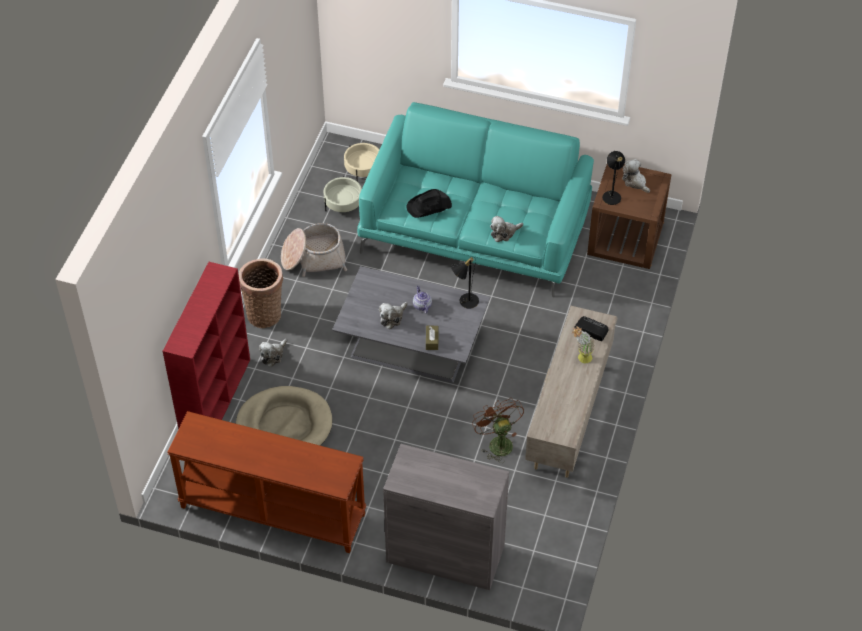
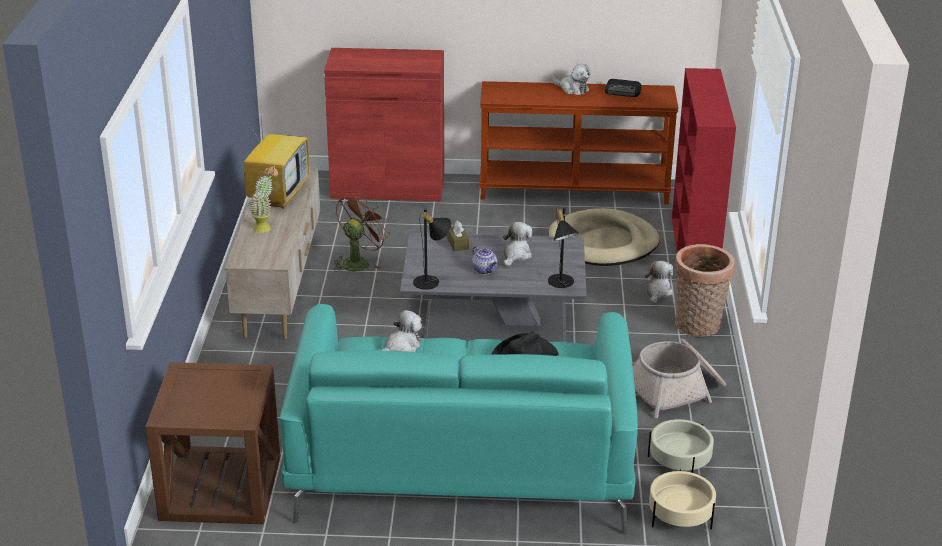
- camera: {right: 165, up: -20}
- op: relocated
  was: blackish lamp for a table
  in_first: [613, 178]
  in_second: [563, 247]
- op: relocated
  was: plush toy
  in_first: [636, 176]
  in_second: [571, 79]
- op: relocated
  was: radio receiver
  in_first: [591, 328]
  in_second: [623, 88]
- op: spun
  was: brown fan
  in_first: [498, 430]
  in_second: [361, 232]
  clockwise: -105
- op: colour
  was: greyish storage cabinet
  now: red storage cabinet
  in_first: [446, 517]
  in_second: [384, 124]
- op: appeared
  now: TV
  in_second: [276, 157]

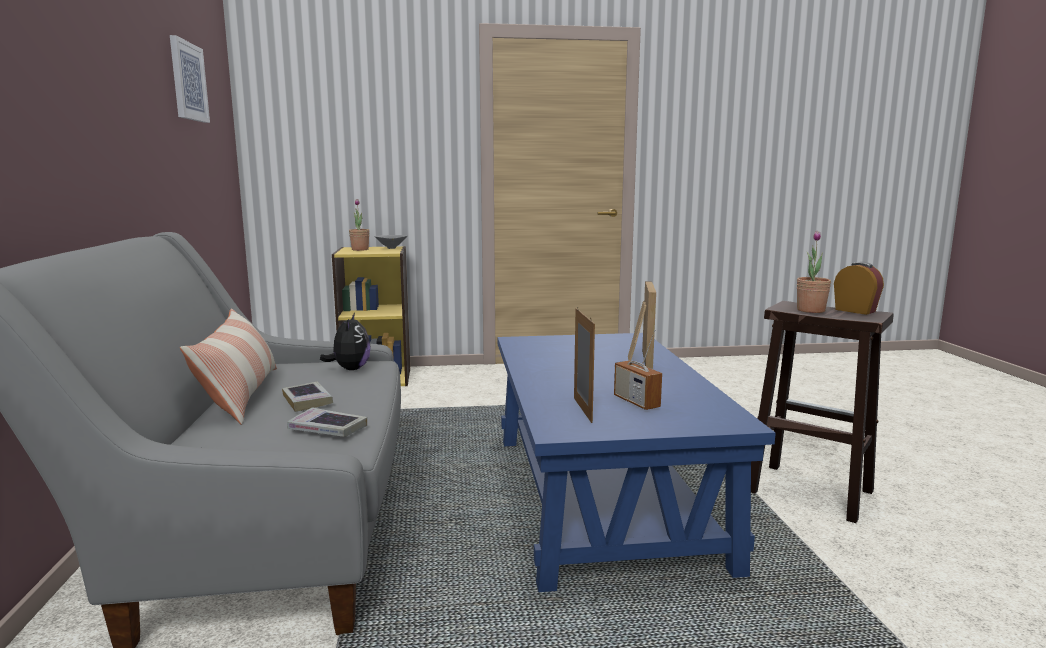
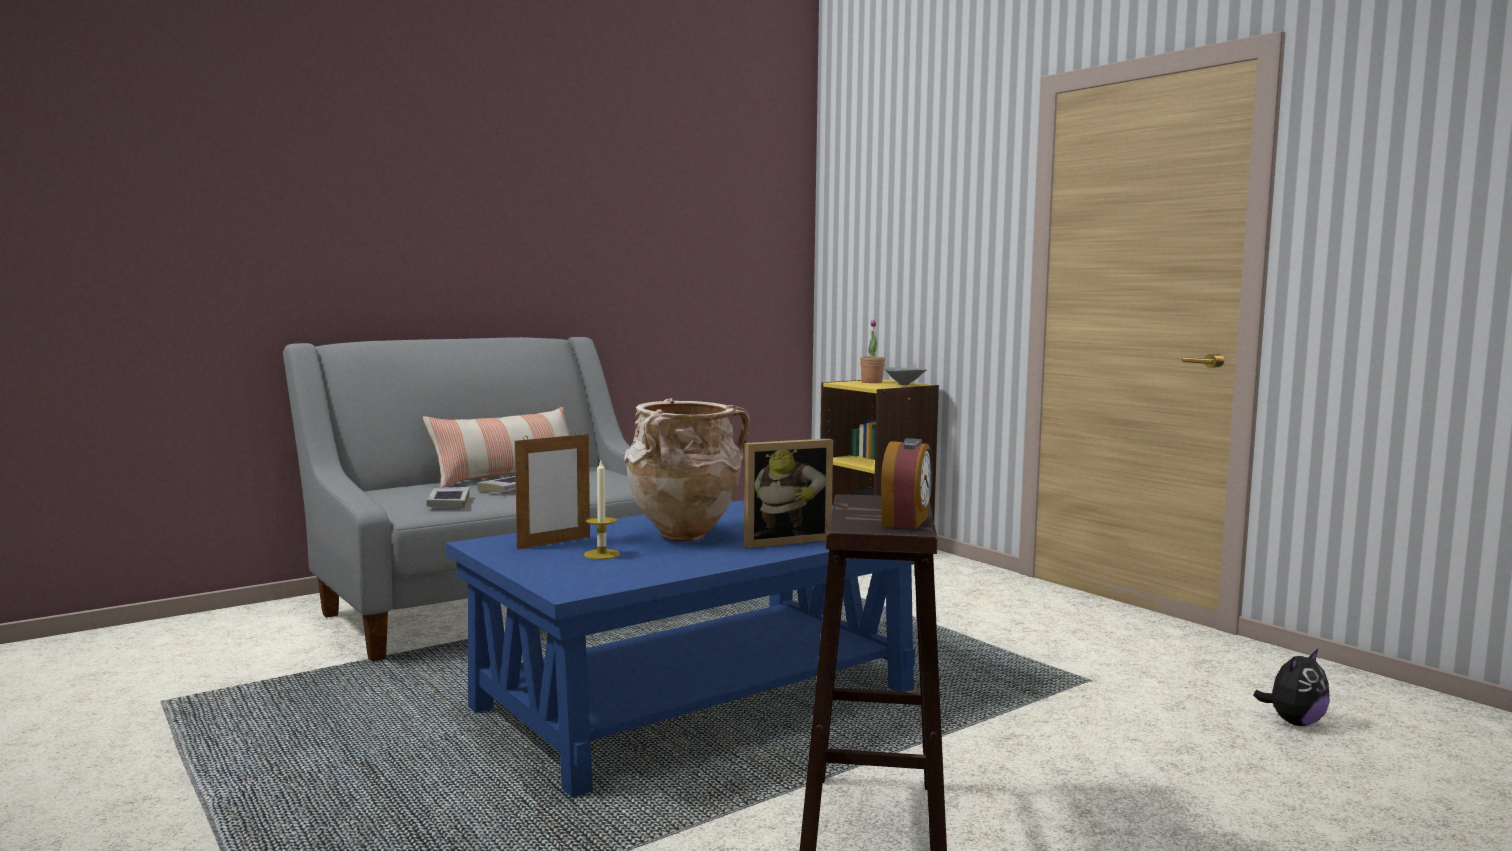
- camera: {right: 60, up: -5}
- op: missing
  was: wall picture
  in_first: [190, 79]
- op: missing
  was: houseplant
  in_first: [814, 272]
- op: relocated
  was: plush toy
  in_first: [345, 341]
  in_second: [1291, 687]
- op: exchanged
  was: radio receiver
  now: wax light
  in_first: [638, 369]
  in_second: [602, 510]
- op: appeared
  now: sand-coloured vase
  in_second: [687, 469]

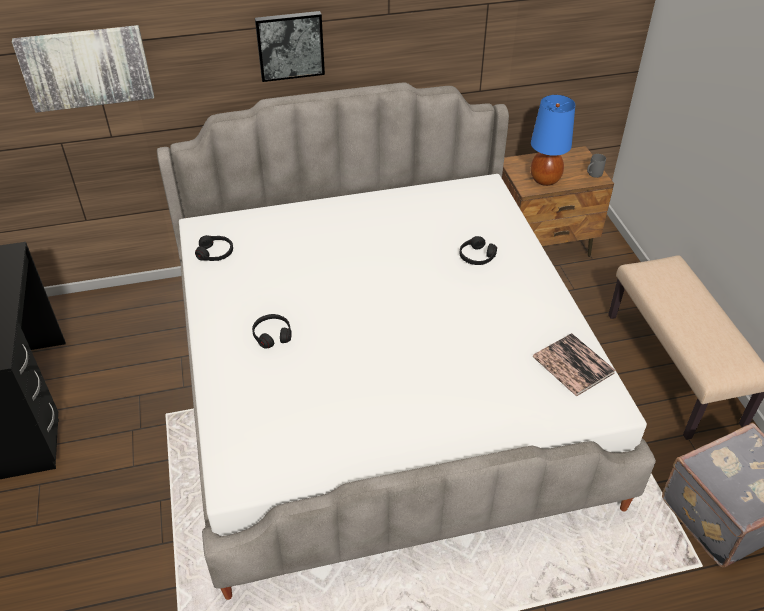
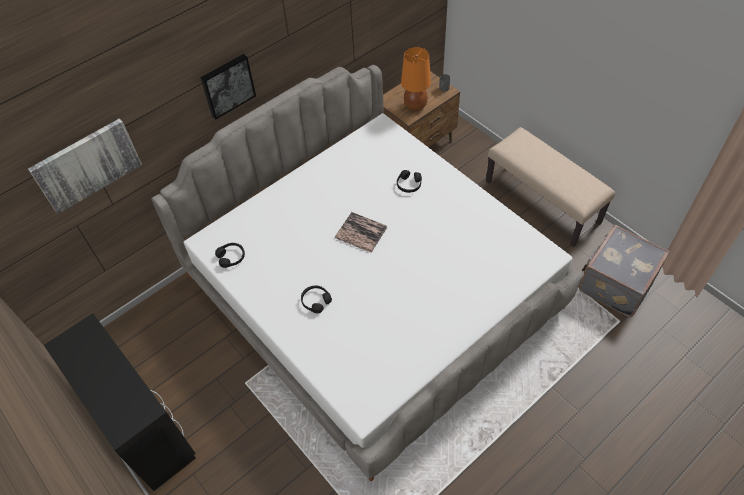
- camera: {right: -25, up: 10}
- op: colour
  was: bluish lamp for a table
  now: orange lamp for a table
  in_first: [553, 140]
  in_second: [416, 79]
- op: relocated
  was: bound book
  in_first: [574, 364]
  in_second: [361, 232]

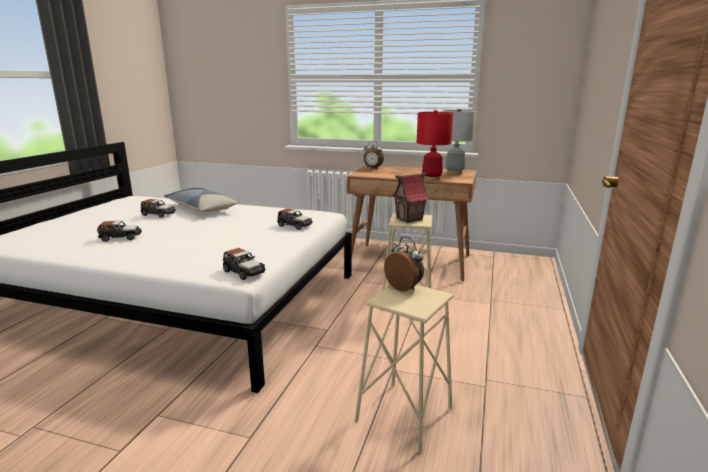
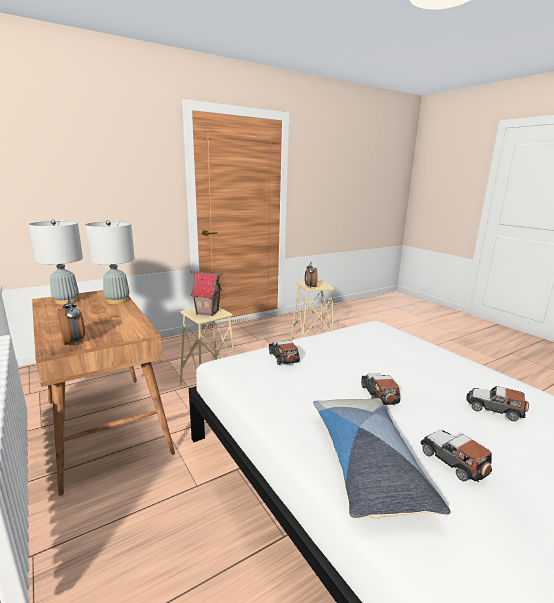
- camera: {right: -140, up: 0}
- op: colour
  was: red lamp for a table
  now: greyish lamp for a table
  in_first: [435, 145]
  in_second: [110, 262]
- op: relocated
  was: model car
  in_first: [244, 264]
  in_second: [380, 389]

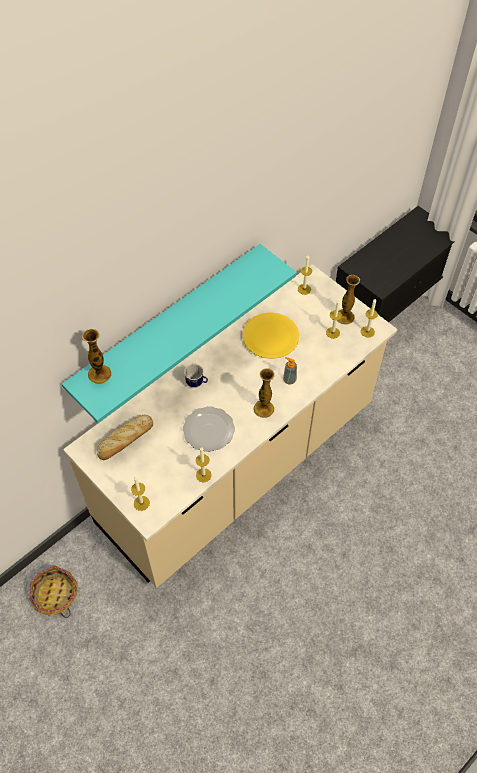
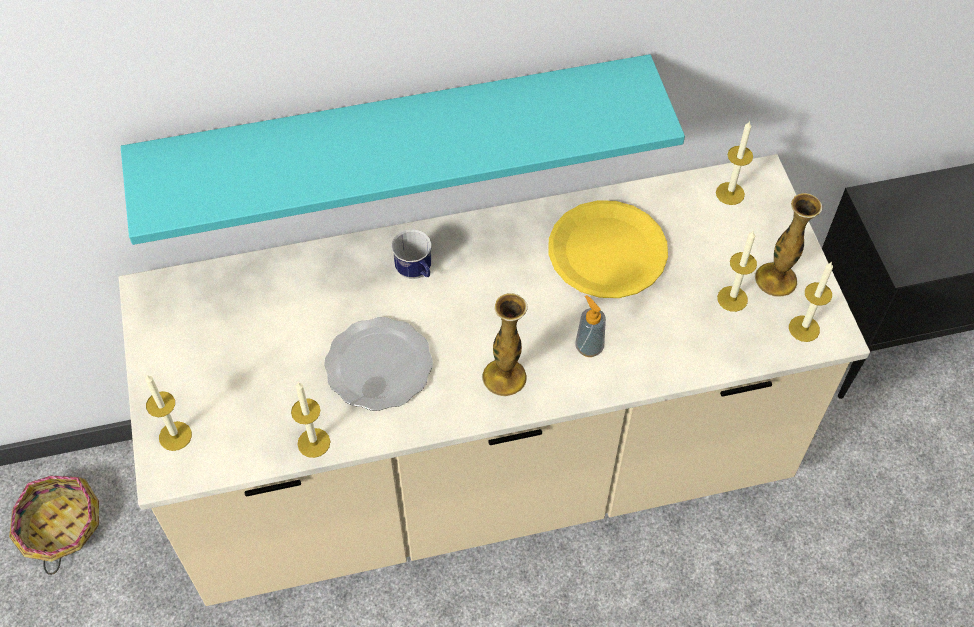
- camera: {right: 30, up: 0}
- op: missing
  was: vase
  in_first: [97, 356]
- op: missing
  was: baked bread
  in_first: [125, 437]

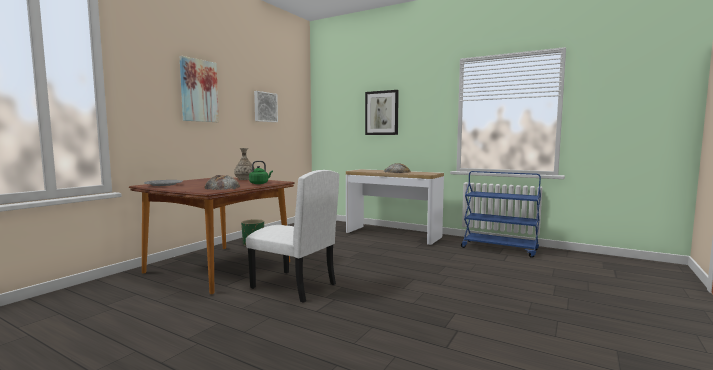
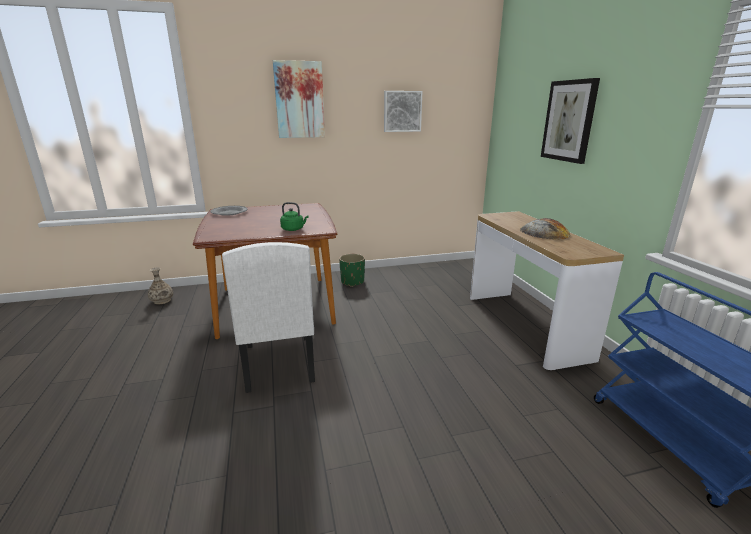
- camera: {right: 45, up: 15}
- op: relocated
  was: vase
  in_first: [244, 164]
  in_second: [160, 285]
- op: missing
  was: baked bread
  in_first: [222, 182]

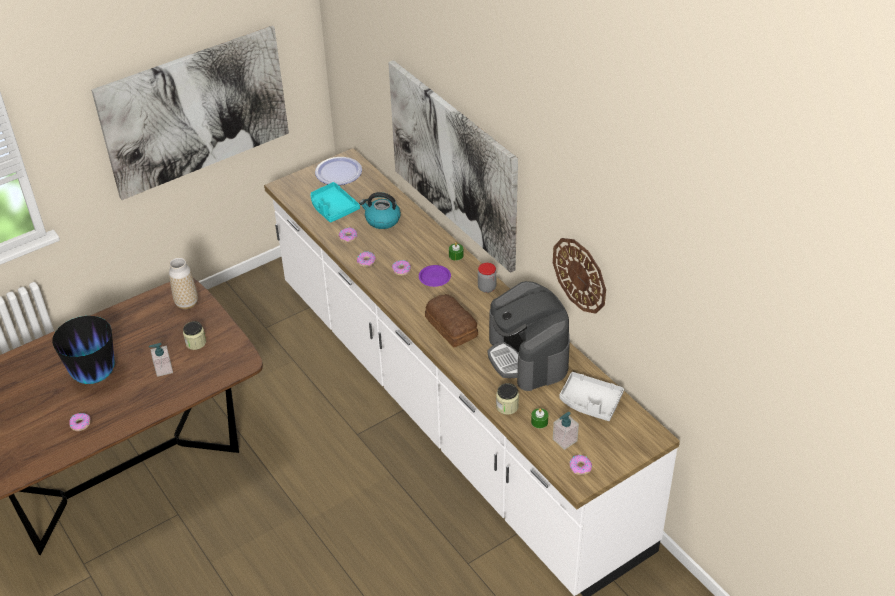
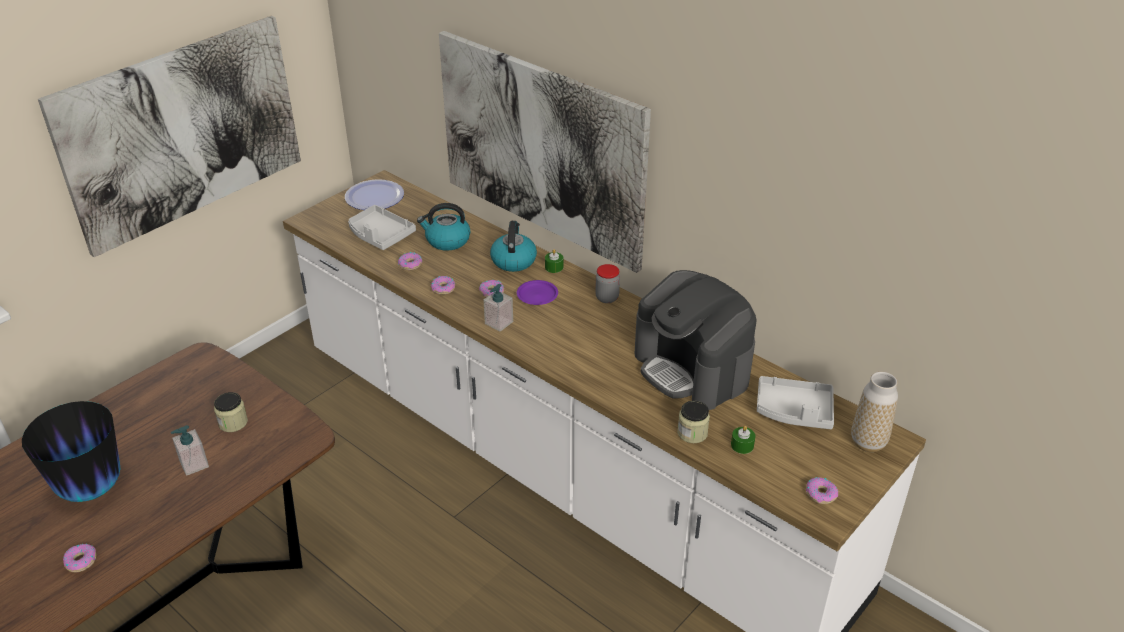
- camera: {right: -15, up: -5}
- op: colour
  was: blue-green serving tray
  now: greyish serving tray
  in_first: [335, 202]
  in_second: [382, 227]
- op: missing
  was: clock on the wall
  in_first: [579, 276]
- op: relocated
  was: vase
  in_first: [183, 283]
  in_second: [874, 412]
- op: missing
  was: baked bread
  in_first: [451, 320]
- op: relocated
  was: soap dispenser
  in_first: [566, 431]
  in_second: [498, 308]
- op: appeared
  now: tea kettle
  in_second: [513, 246]

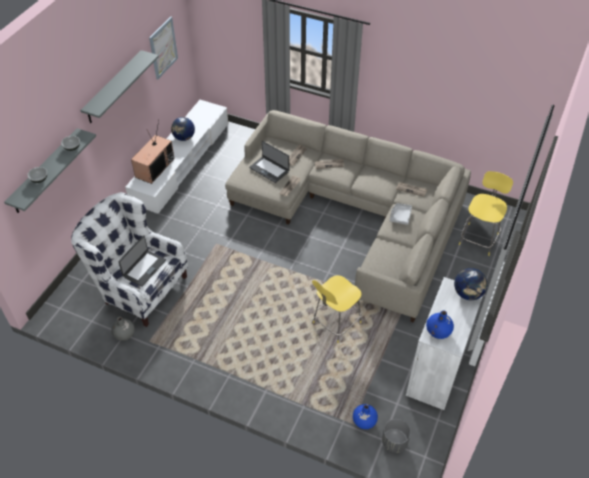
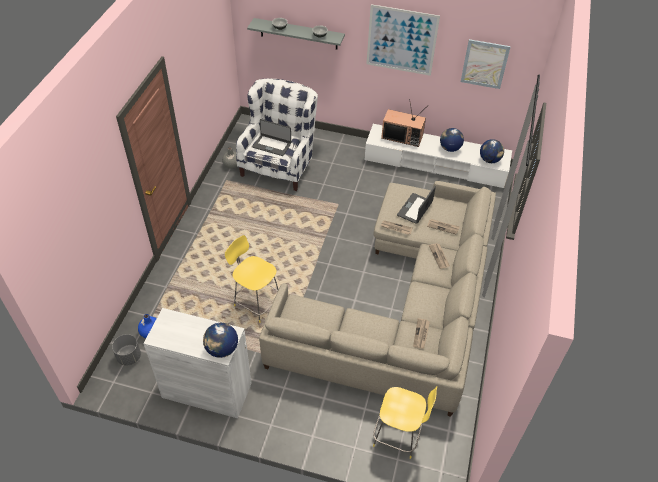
- camera: {right: 80, up: 0}
- op: exchanged
  was: greyish shelf
  now: wall picture
  in_first: [119, 86]
  in_second: [403, 40]
- op: missing
  was: greyish serving tray
  in_first: [401, 214]
- op: missing
  was: bluish vase
  in_first: [440, 324]
- op: appeared
  now: globe
  in_second: [492, 151]

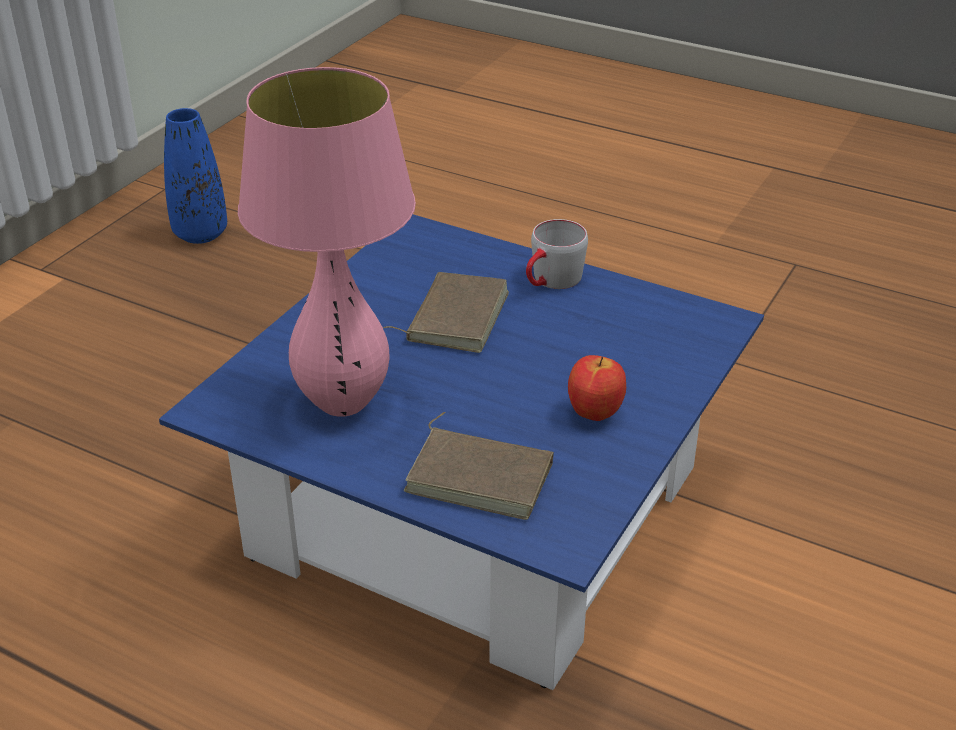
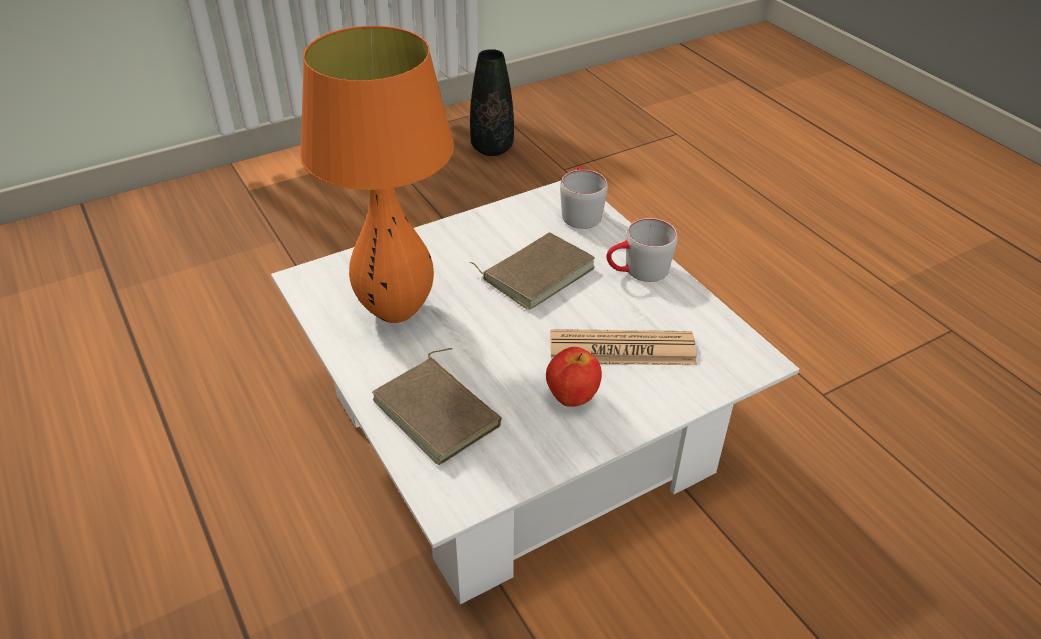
- camera: {right: 30, up: 5}
- op: colour
  was: pinkish lamp for a table
  now: orange lamp for a table
  in_first: [327, 242]
  in_second: [377, 174]
- op: colour
  was: bluish vase
  now: blackish vase
  in_first: [195, 176]
  in_second: [492, 102]
- op: colour
  was: bluish low table
  now: whitish low table
  in_first: [461, 452]
  in_second: [535, 392]
- op: appeared
  now: greyish tea mug
  in_second: [584, 197]
- op: appeared
  now: daily paper
  in_second: [623, 347]

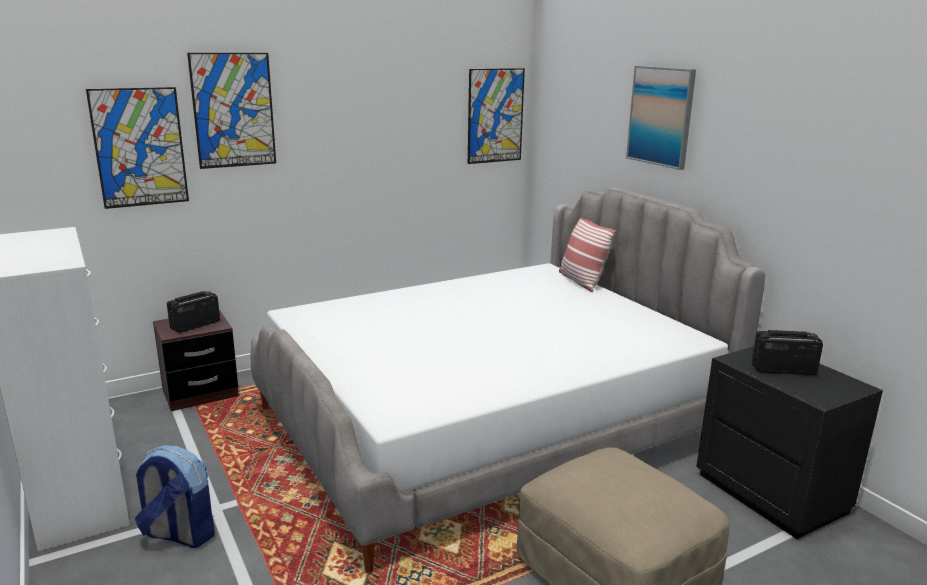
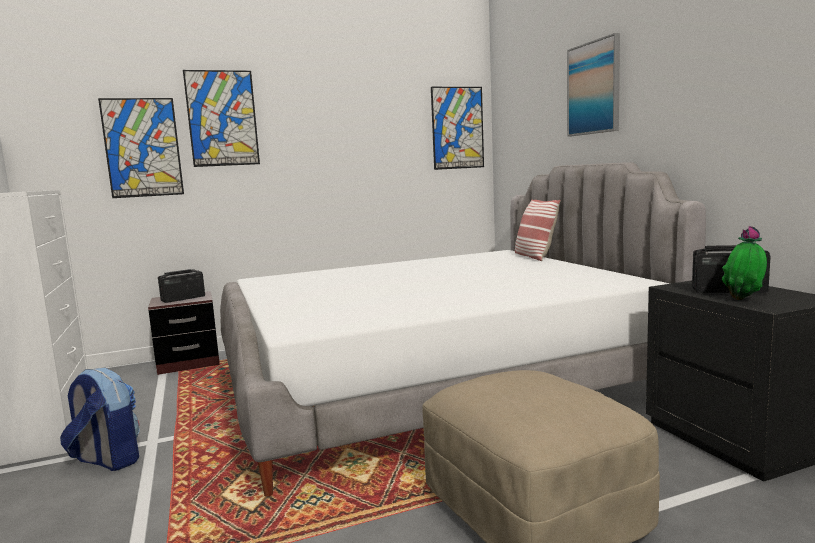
- camera: {right: 10, up: -10}
- op: appeared
  now: houseplant
  in_second: [744, 263]

